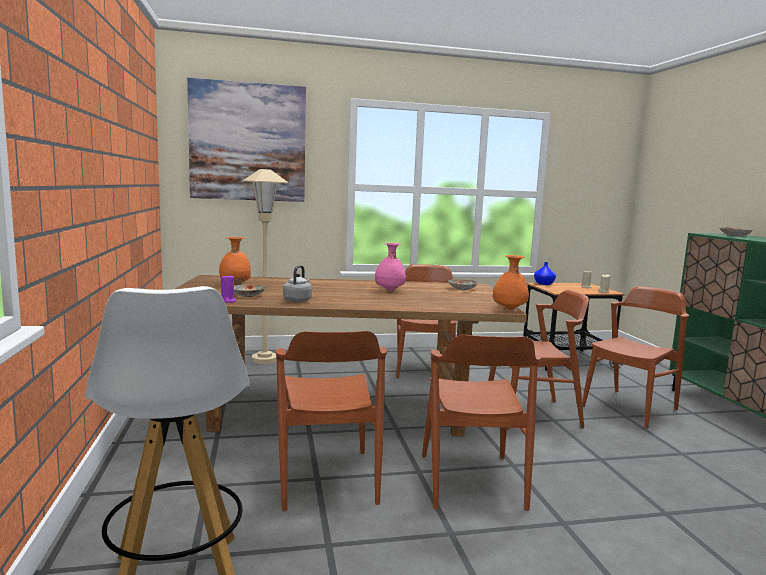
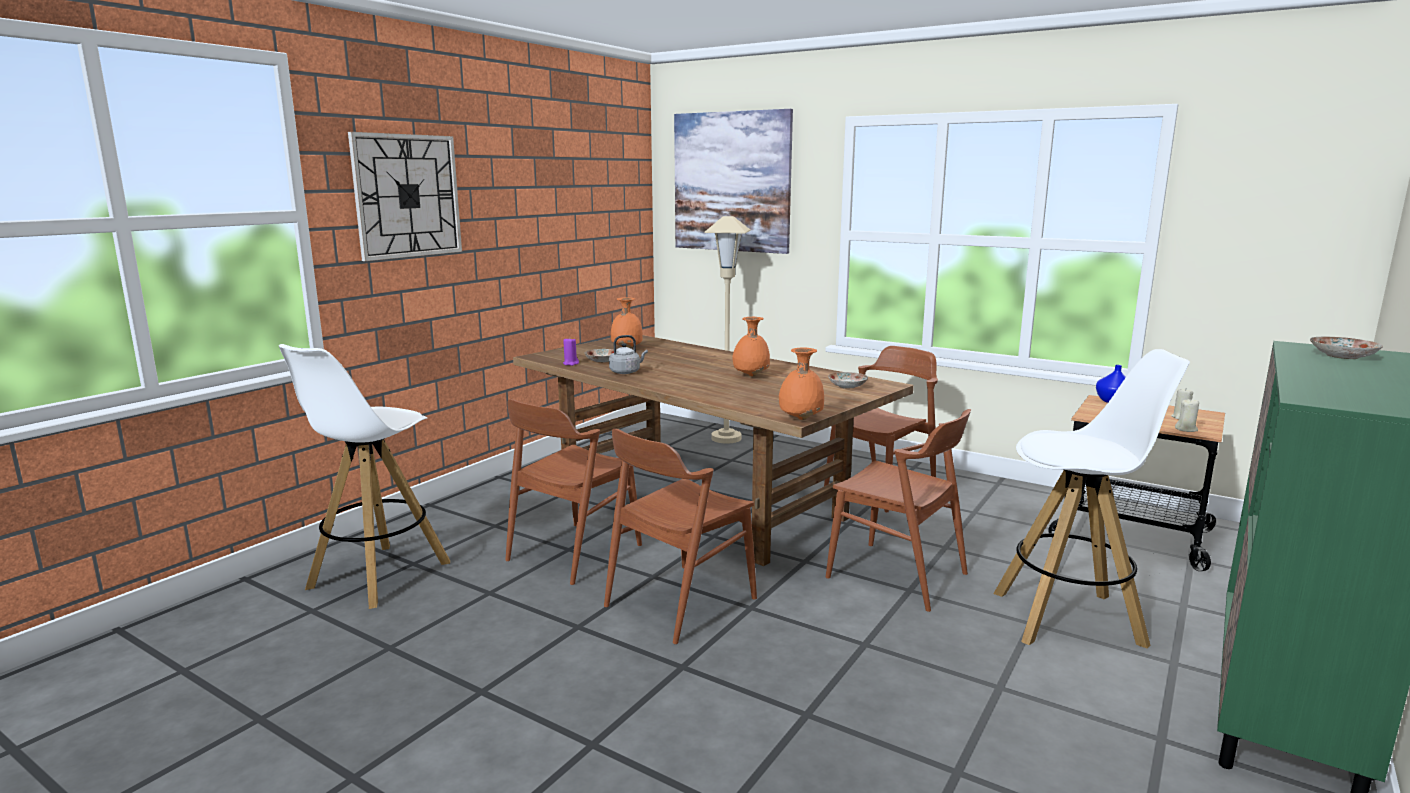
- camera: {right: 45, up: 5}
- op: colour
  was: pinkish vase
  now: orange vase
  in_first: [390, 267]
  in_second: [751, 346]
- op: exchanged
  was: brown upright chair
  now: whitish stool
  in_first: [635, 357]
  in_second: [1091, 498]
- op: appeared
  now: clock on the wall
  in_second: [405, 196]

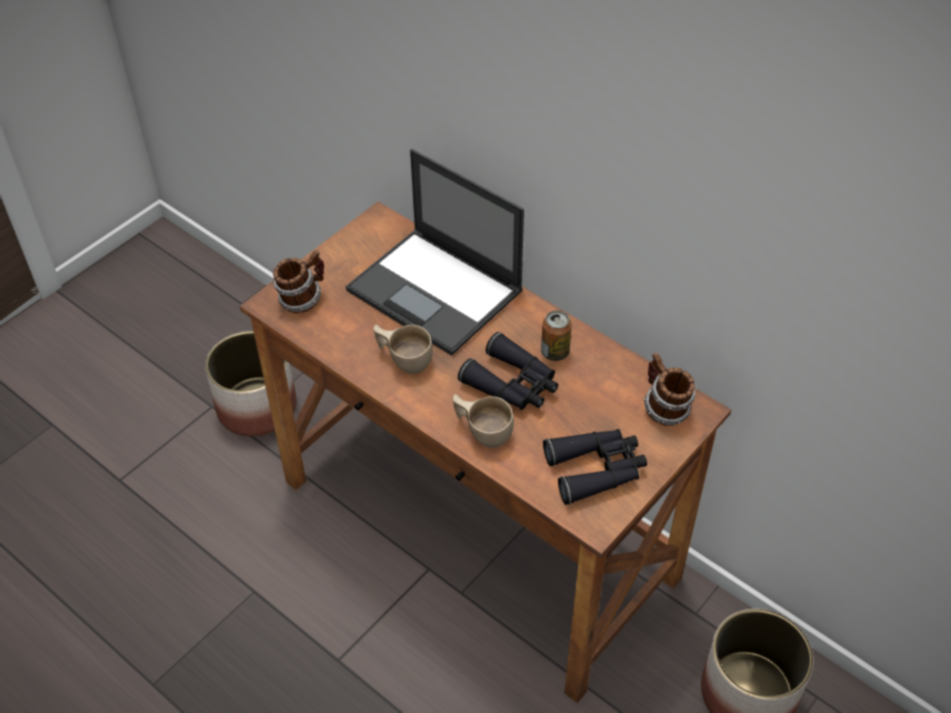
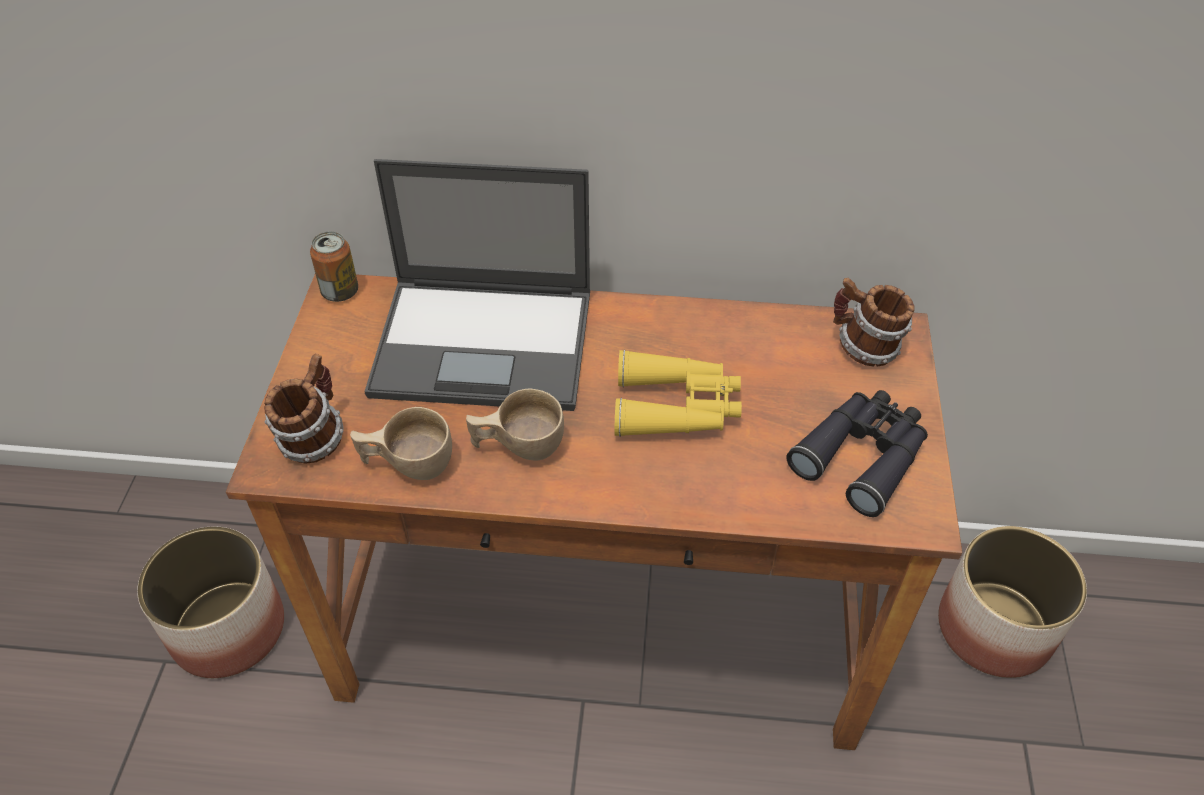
- camera: {right: -35, up: 0}
- op: relocated
  was: can
  in_first: [556, 335]
  in_second: [334, 267]
- op: colour
  was: blackish binoculars
  now: yellow-coloured binoculars
  in_first: [508, 371]
  in_second: [678, 393]
- op: relocated
  was: sand-coloured cup
  in_first: [483, 421]
  in_second: [401, 443]

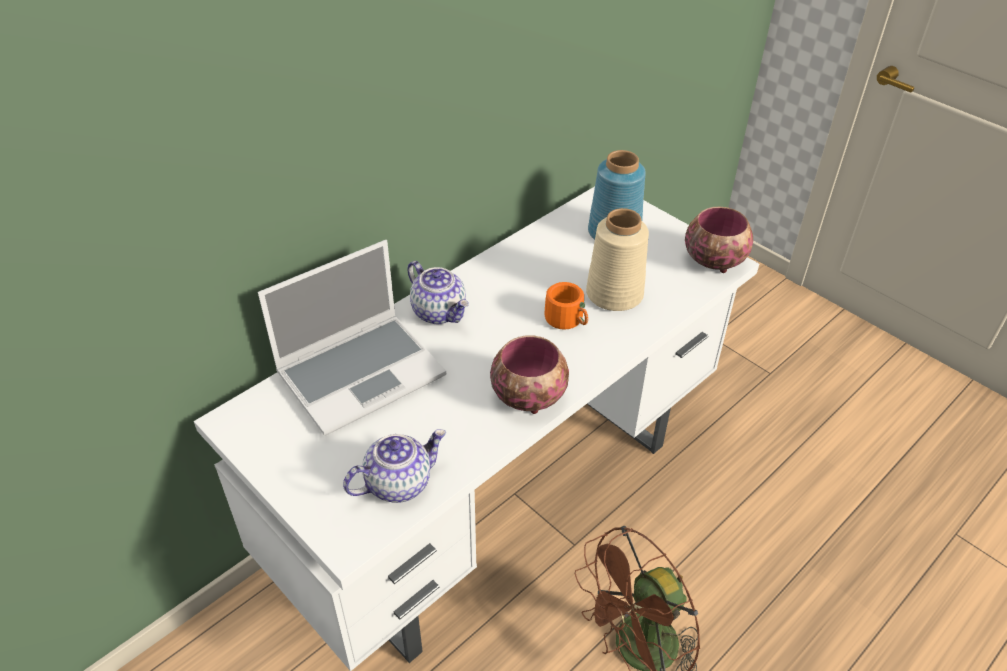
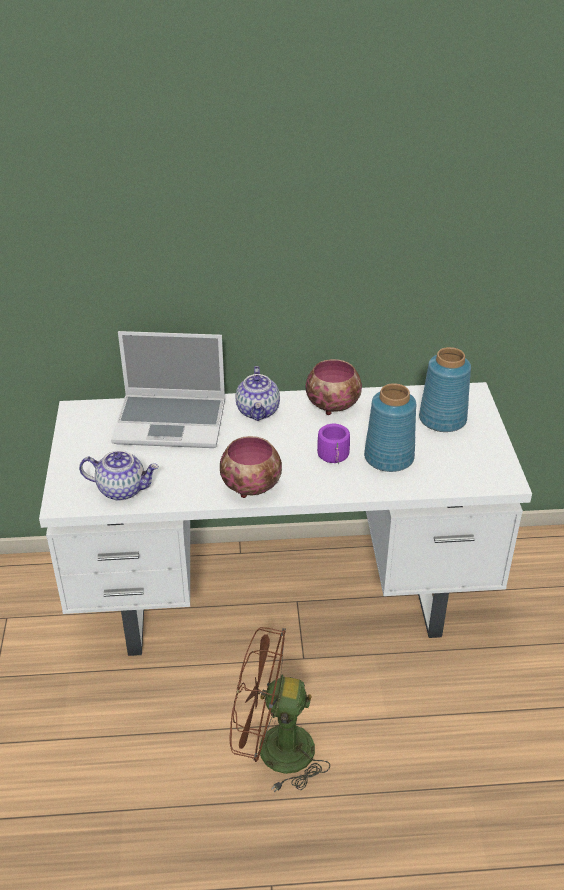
- camera: {right: 40, up: -5}
- op: relocated
  was: deep dish
  in_first: [719, 240]
  in_second: [333, 387]
- op: colour
  was: sand-coloured vase
  now: bluish vase
  in_first: [617, 259]
  in_second: [390, 427]
- op: colour
  was: orange tea mug
  now: purple tea mug
  in_first: [566, 306]
  in_second: [333, 444]

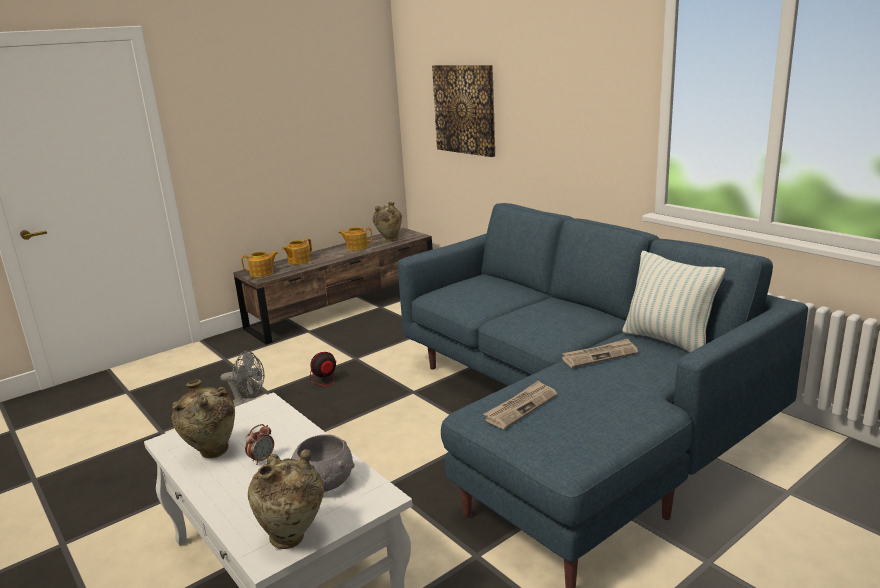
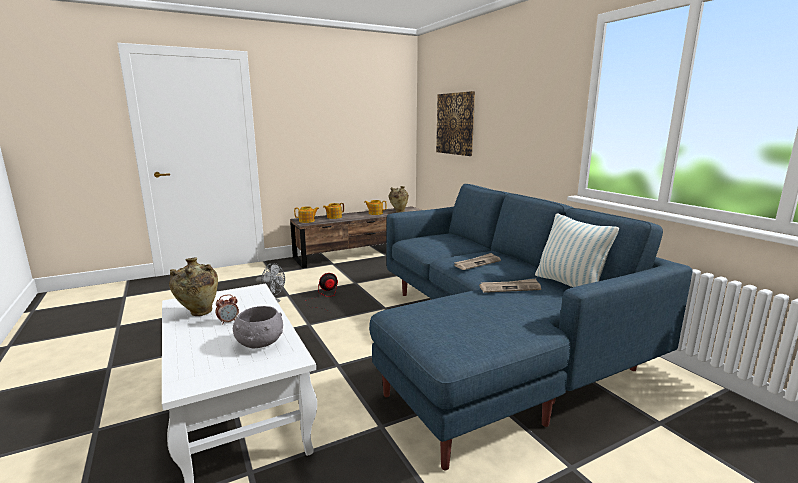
- camera: {right: 10, up: -5}
- op: relocated
  was: daily paper
  in_first: [520, 404]
  in_second: [477, 261]
- op: missing
  was: sand-coloured vase
  in_first: [286, 499]

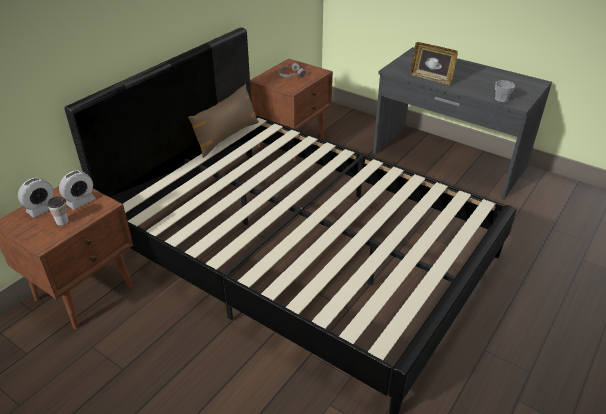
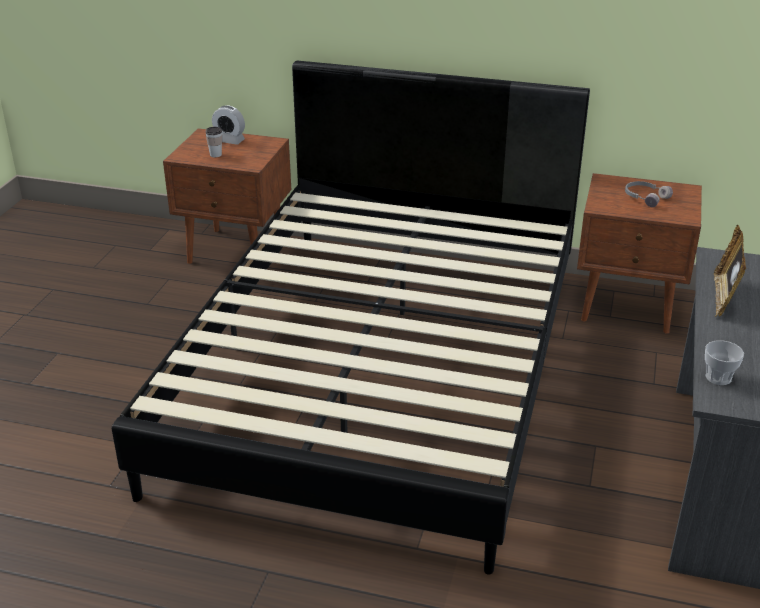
- camera: {right: 70, up: -5}
- op: missing
  was: brown pillow
  in_first: [223, 121]
- op: missing
  was: alarm clock
  in_first: [77, 190]

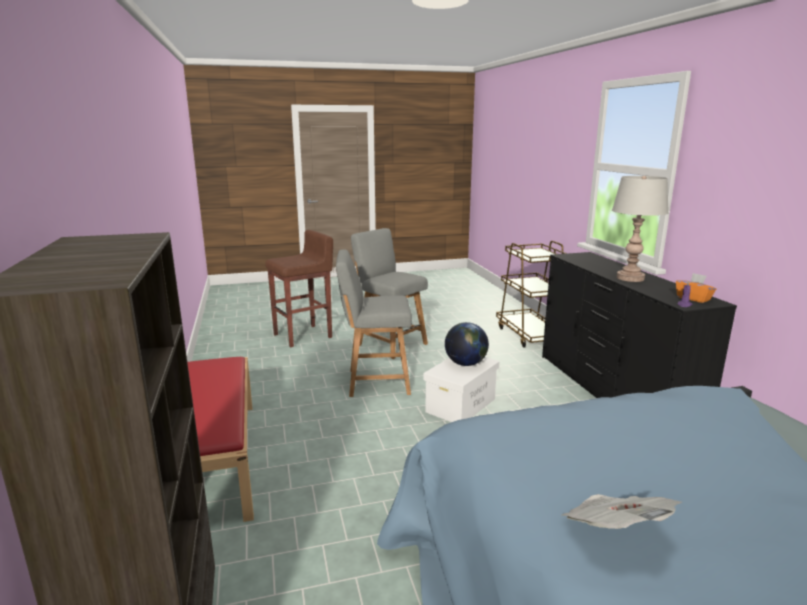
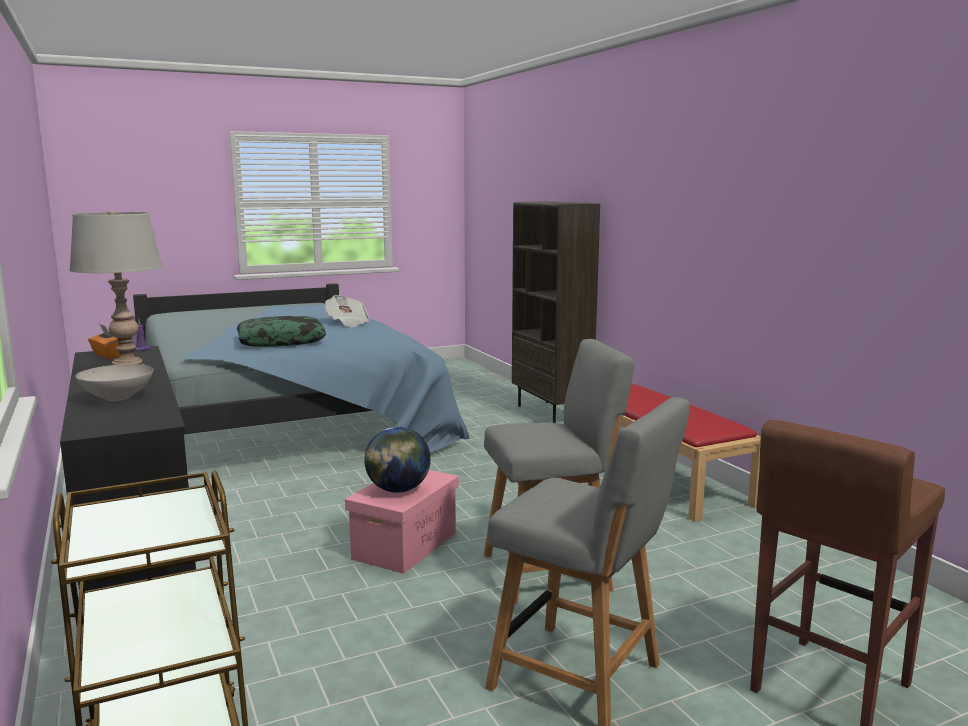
- camera: {right: 170, up: -5}
- op: colour
  was: whitish storage bin
  now: pinkish storage bin
  in_first: [461, 389]
  in_second: [402, 522]
- op: appeared
  now: pillow
  in_second: [281, 331]
- op: appeared
  now: whitish deep dish
  in_second: [114, 382]

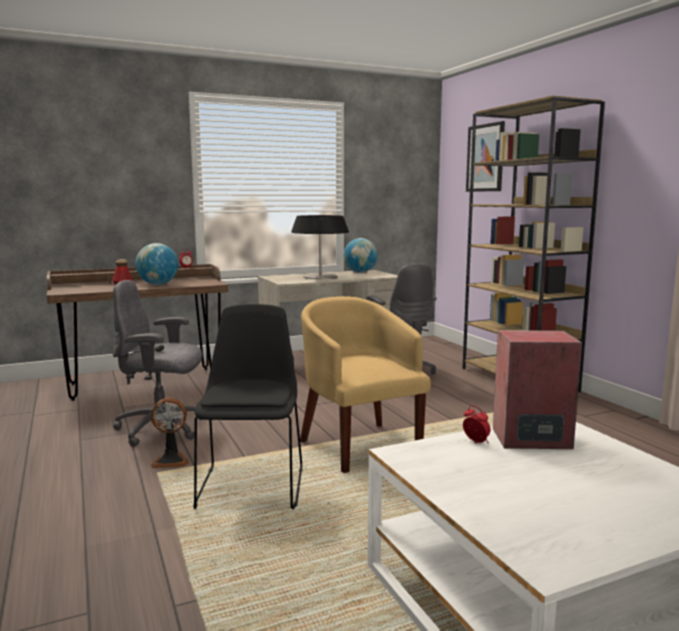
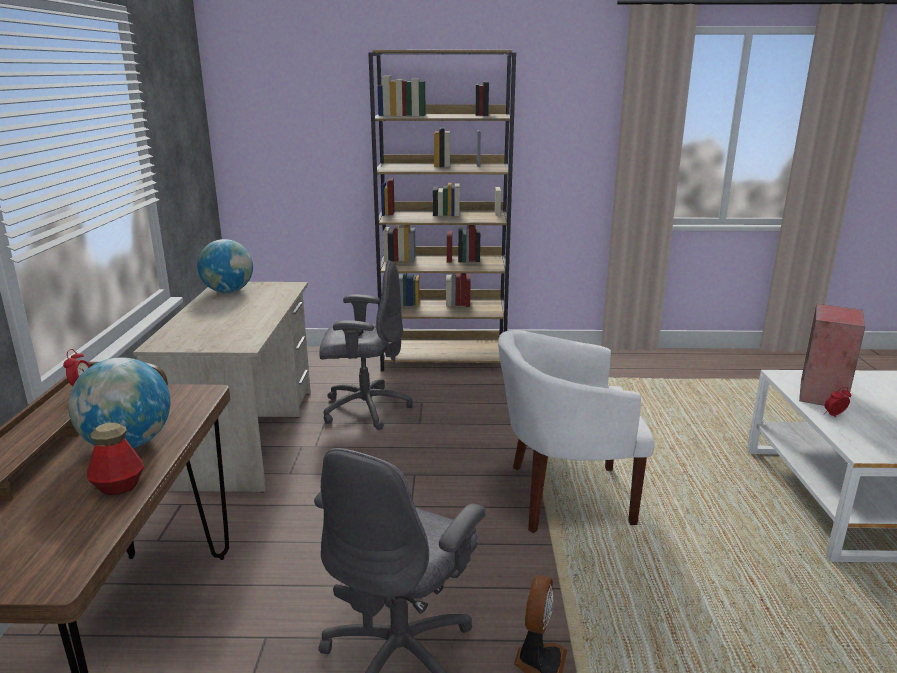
- camera: {right: -65, up: 10}
- op: missing
  was: wall picture
  in_first: [485, 156]
- op: missing
  was: lamp for a table
  in_first: [320, 247]
- op: colour
  was: yellow-coloured armchair
  now: whitish armchair
  in_first: [365, 384]
  in_second: [576, 431]
- op: missing
  was: blackish upright chair
  in_first: [248, 406]

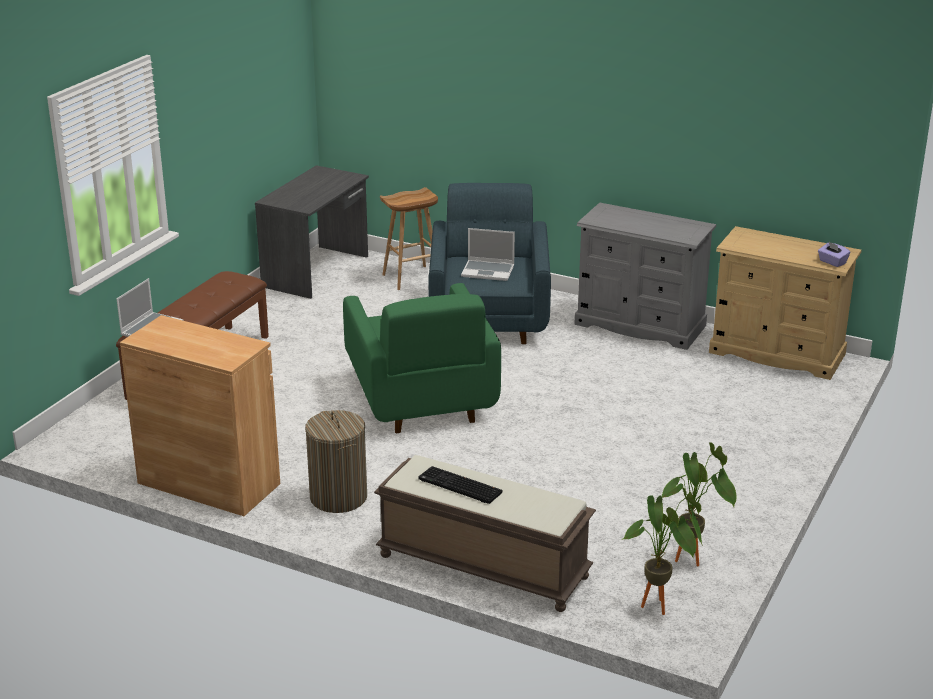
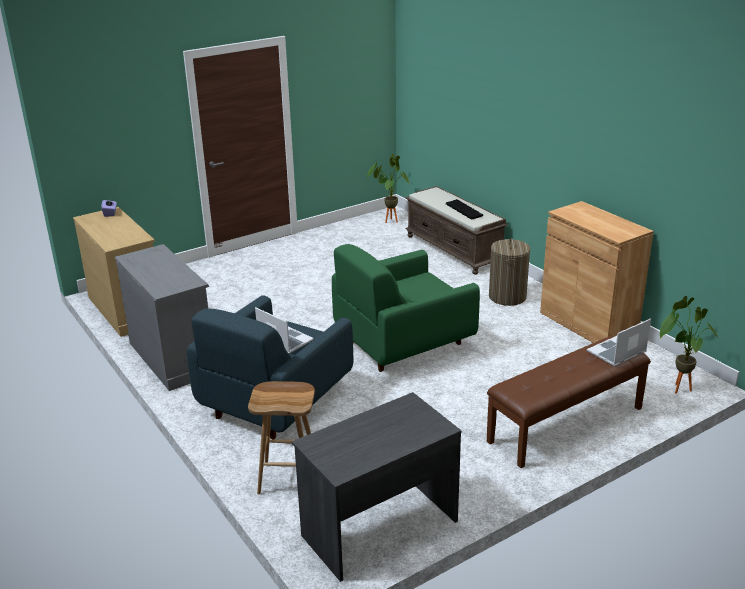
- camera: {right: -150, up: 0}
- op: spun
  was: greenish armchair
  in_first: [422, 358]
  in_second: [406, 308]
  clockwise: -135
- op: relocated
  was: houseplant
  in_first: [699, 504]
  in_second: [690, 345]

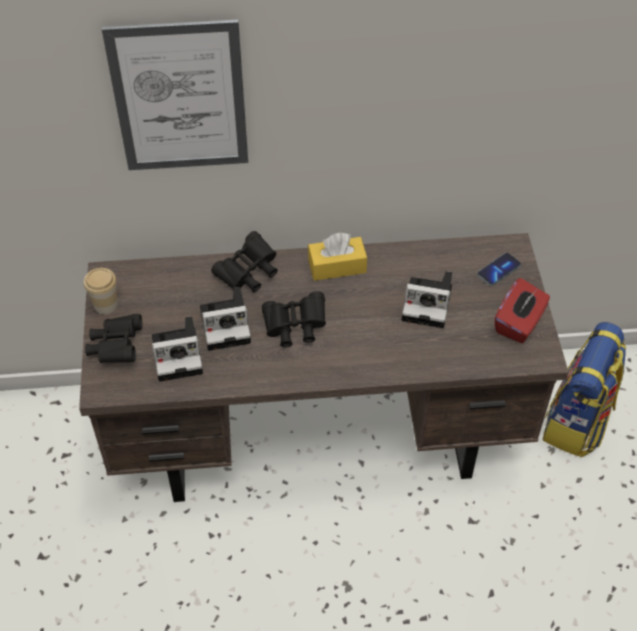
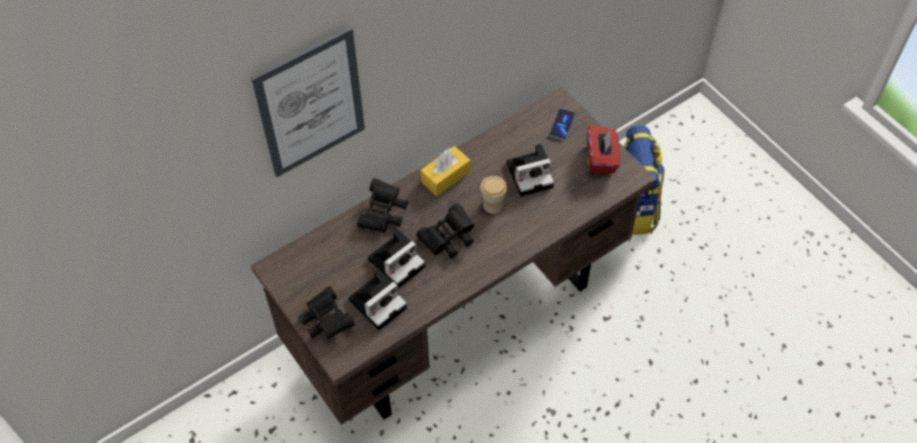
- camera: {right: -30, up: 5}
- op: relocated
  was: cup
  in_first: [101, 291]
  in_second: [493, 195]

